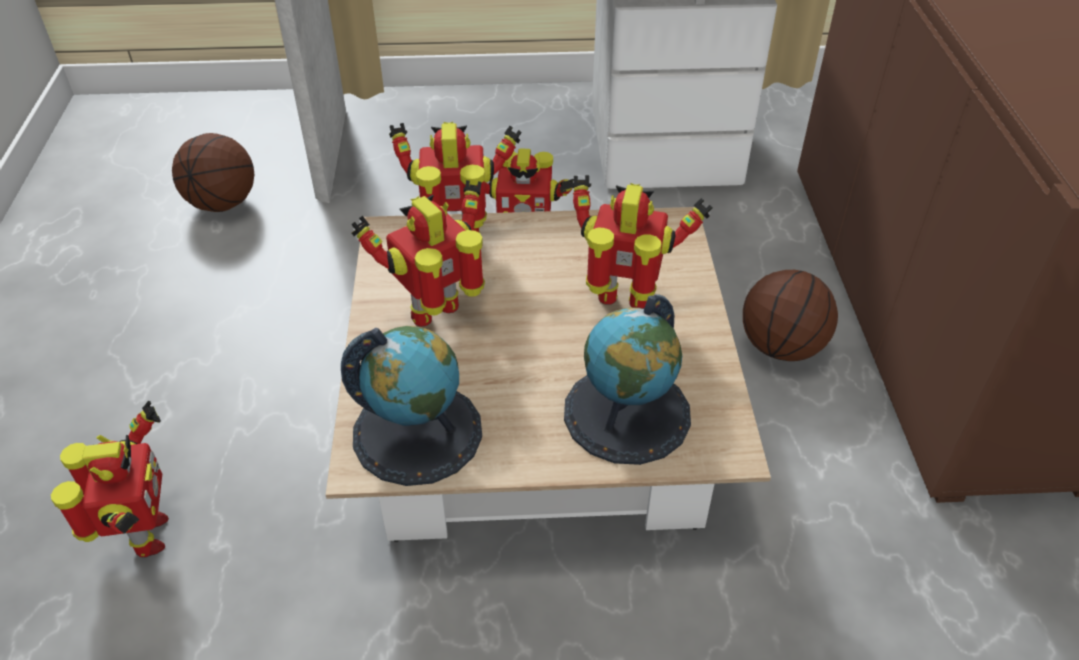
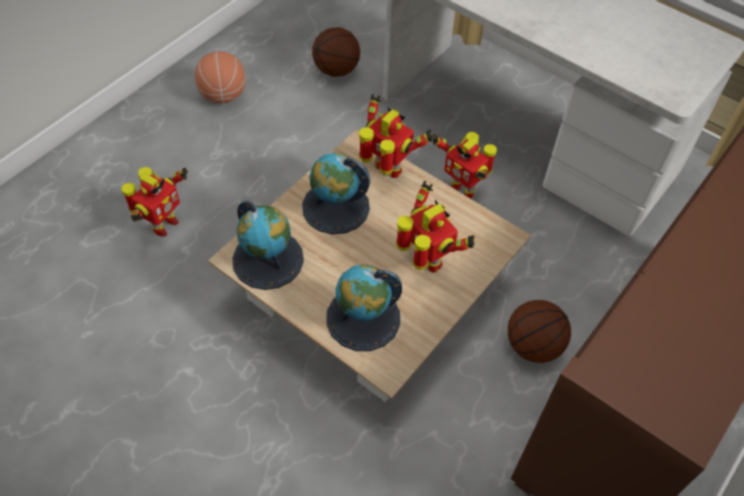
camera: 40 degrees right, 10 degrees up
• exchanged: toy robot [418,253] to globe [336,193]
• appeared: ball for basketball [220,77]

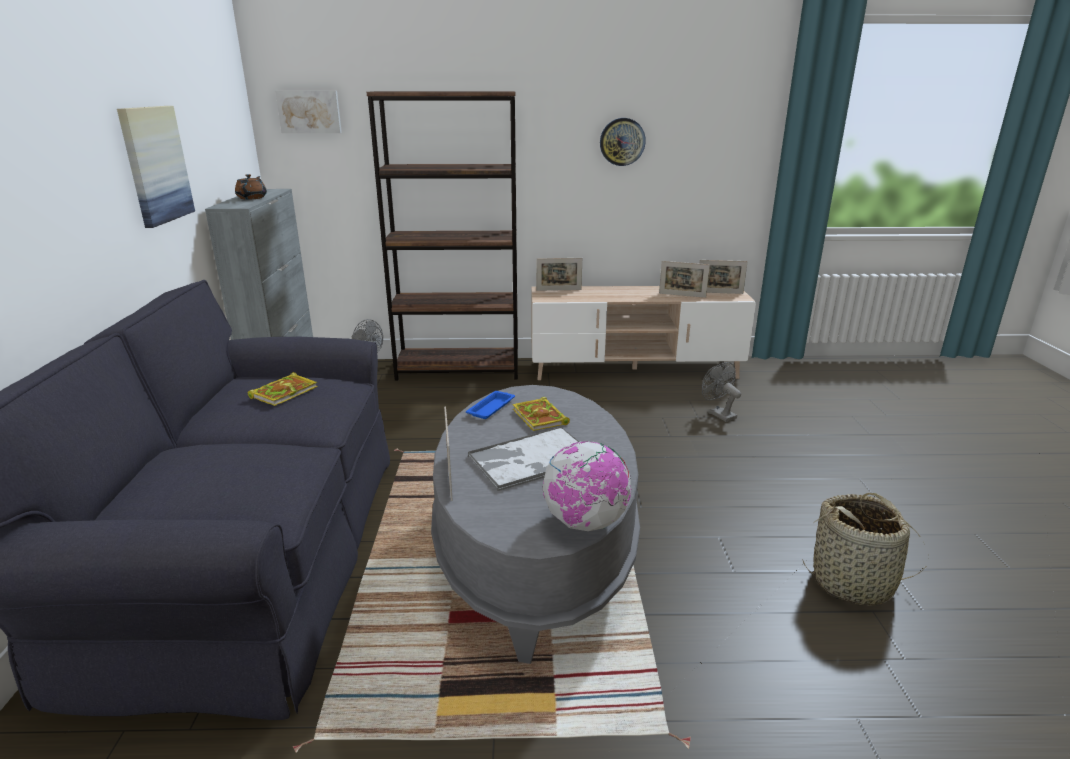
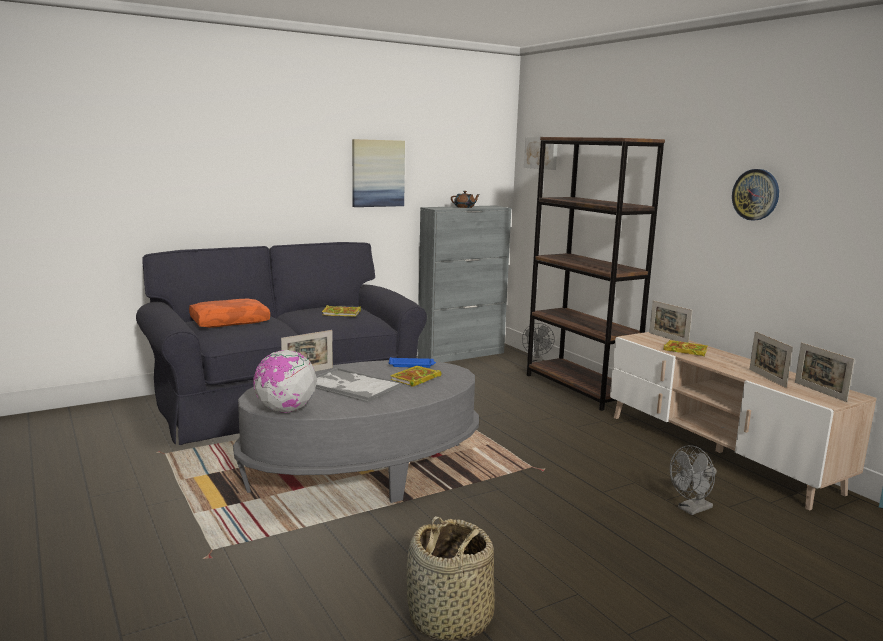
camera: 60 degrees right, 10 degrees down
• spun: gray electric fan [721,392] = [693,480] 150 degrees counterclockwise
• appeared: orange throw pillow [229,313]
• appeared: book [685,348]

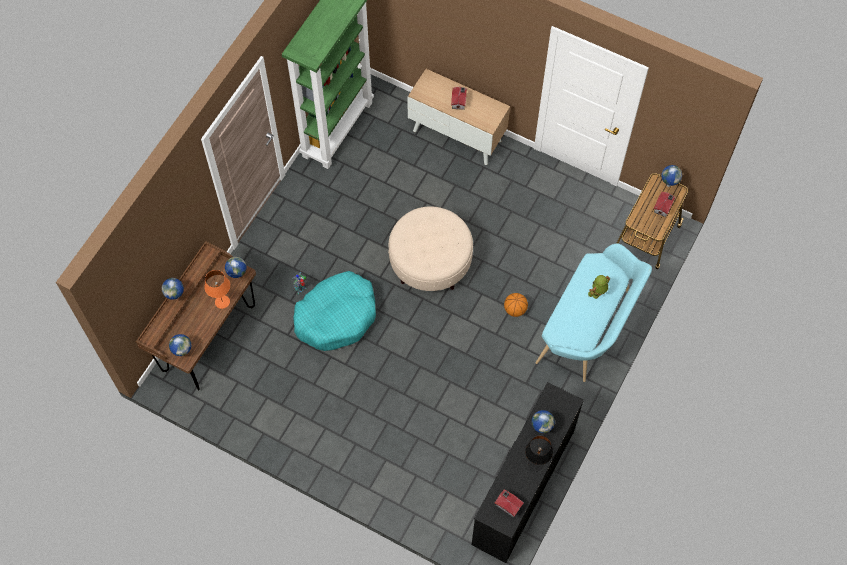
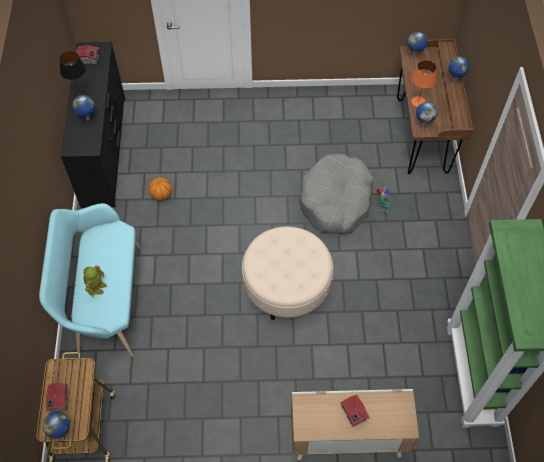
camera: 150 degrees right, 5 degrees down
• colour: turquoise dog bed [334,311] to gray dog bed [336,194]
• relocated: ball for basketball [516,305] to [160,189]

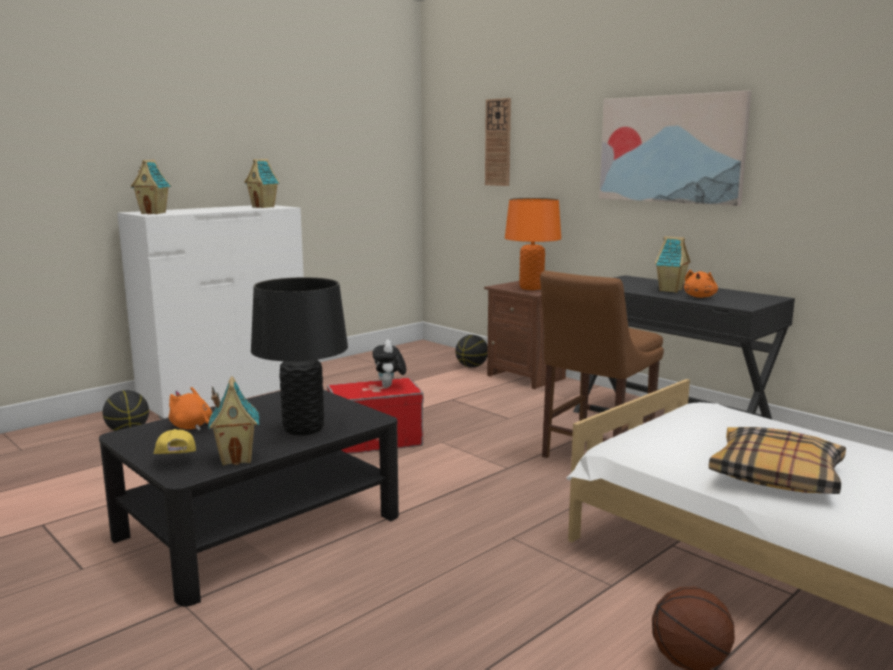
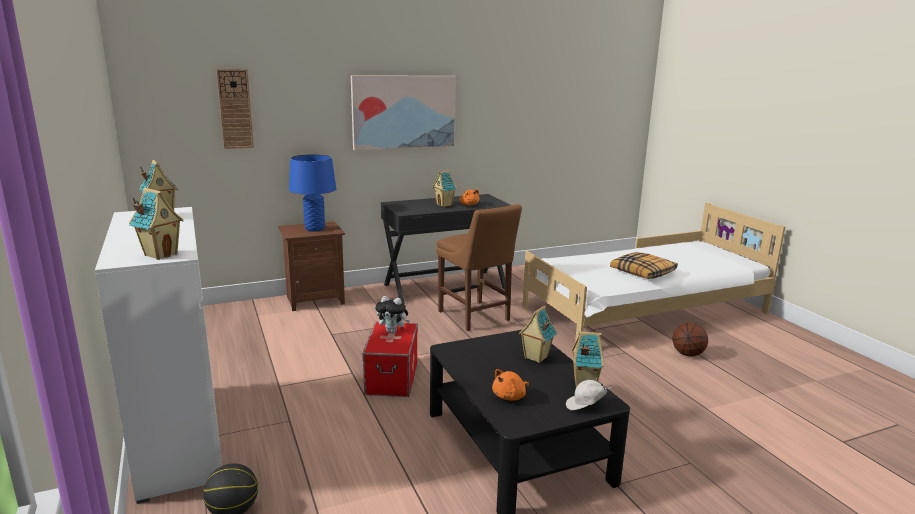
camera: 70 degrees left, 5 degrees up
• colour: orange table lamp [533,244] to bluish table lamp [312,193]
• exchanged: black table lamp [299,356] to model house [538,334]
• missing: ball for basketball [472,351]
• colour: yellow-coloured cap [175,441] to white-coloured cap [589,395]

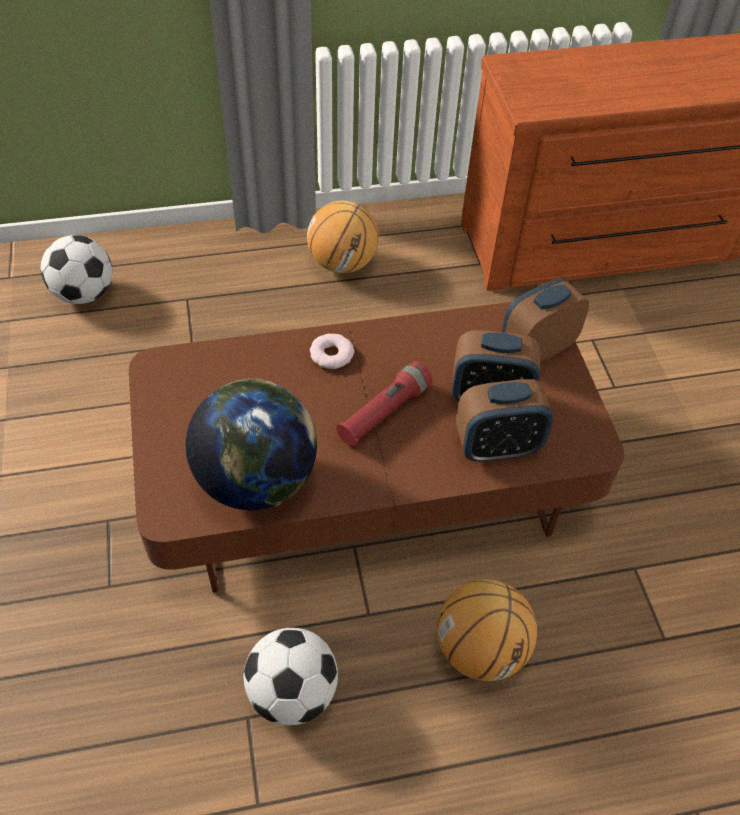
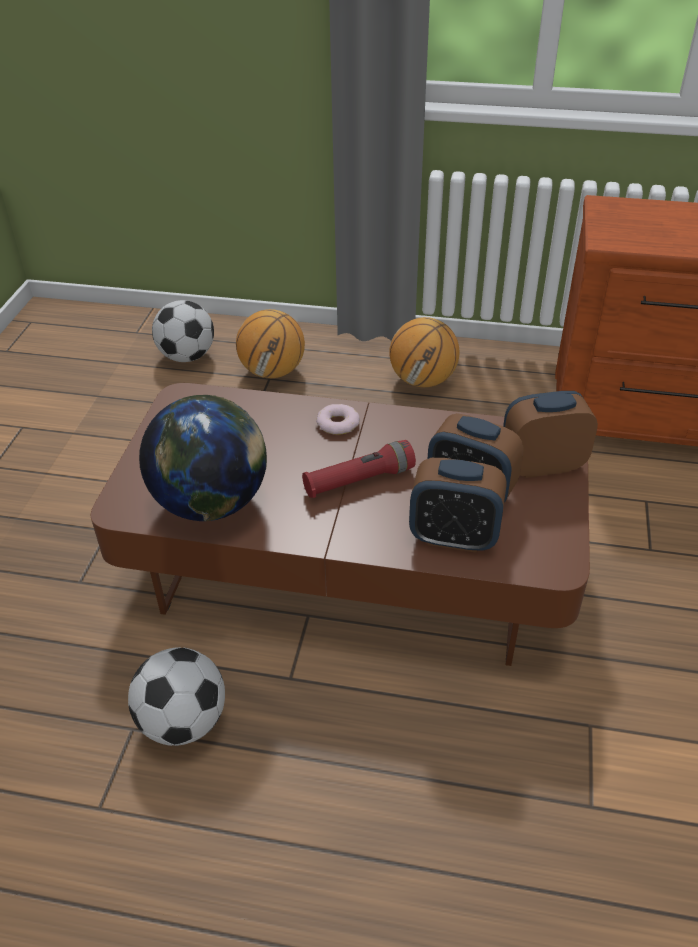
camera: 25 degrees right, 10 degrees down
• relocated: ball for basketball [487,630] to [270,343]

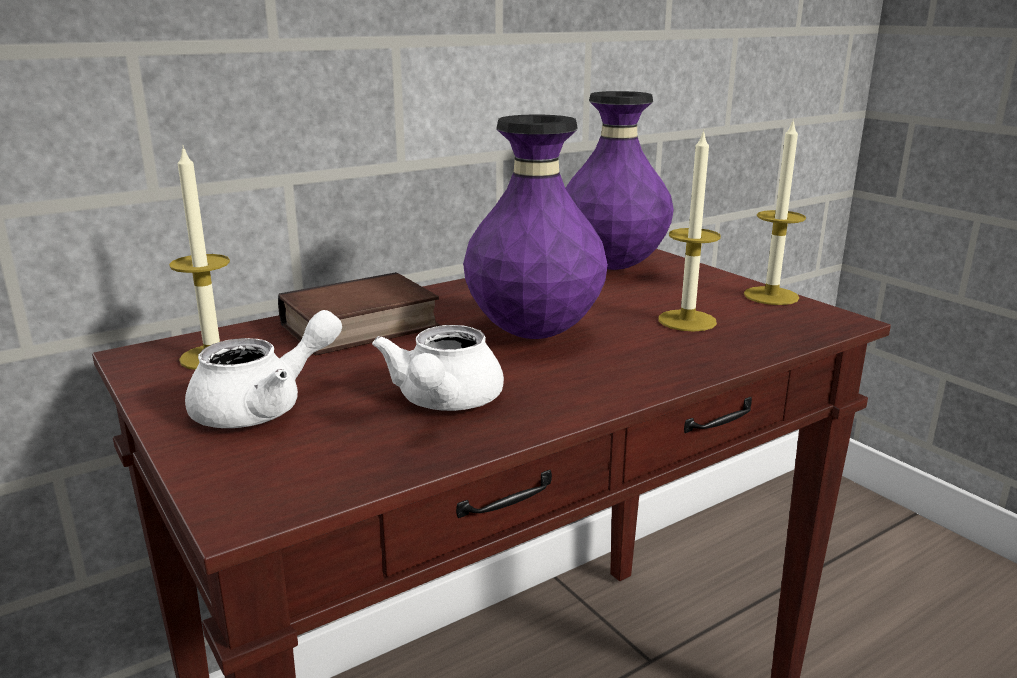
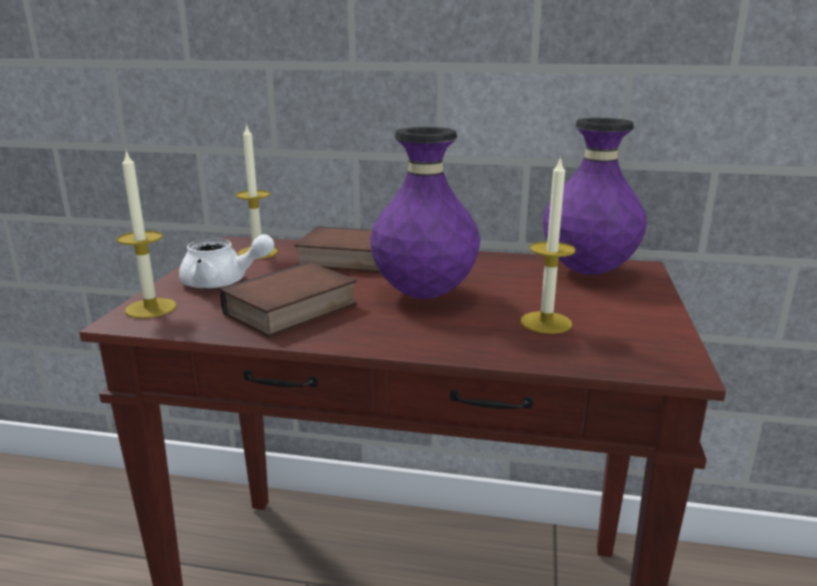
camera: 45 degrees right, 0 degrees up
• relocated: wax candle [775,211] to [146,234]
• exchanged: white-coloured pot for tea [438,368] to book [288,300]

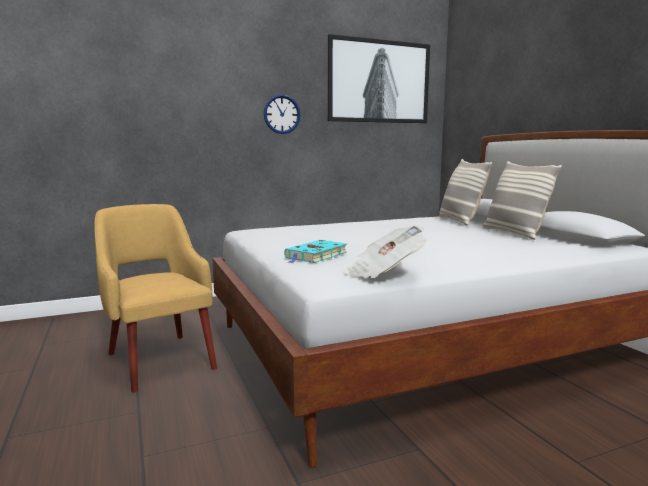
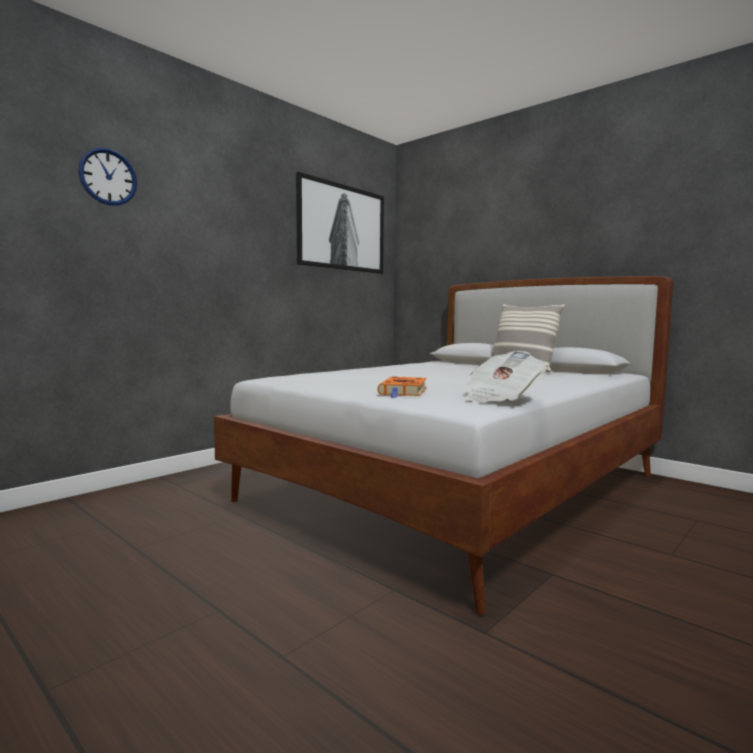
camera: 25 degrees left, 5 degrees down
• relocated: hanging clock [282,114] to [107,177]
• missing: throw pillow [465,192]
• missing: yellow-coloured armchair [155,298]
• colour: turquoise book [315,251] to orange book [402,387]

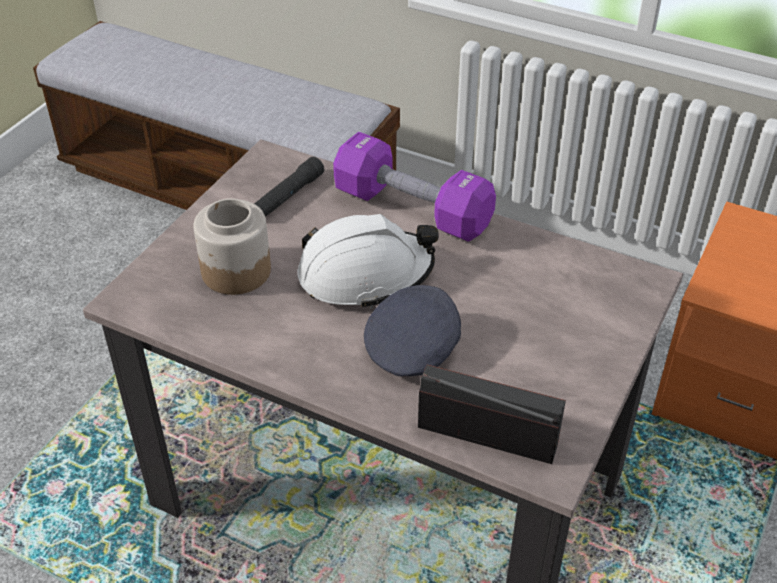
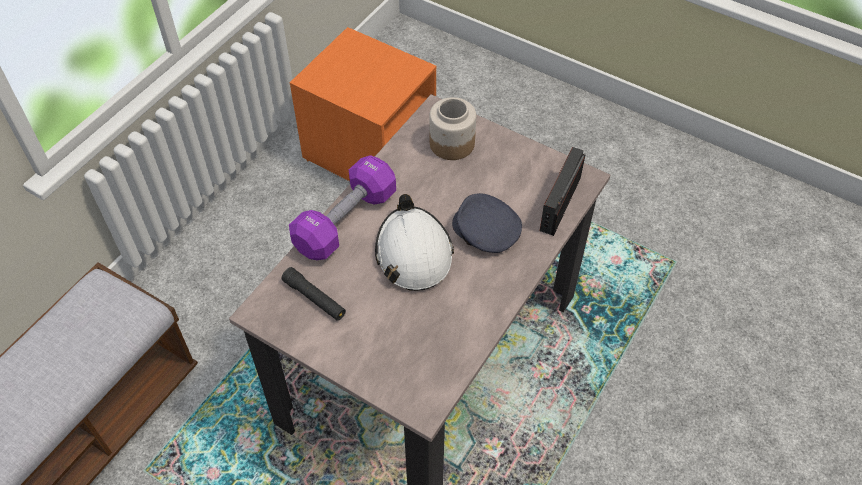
camera: 85 degrees left, 10 degrees up
• relocated: storage jar [232,246] to [452,128]

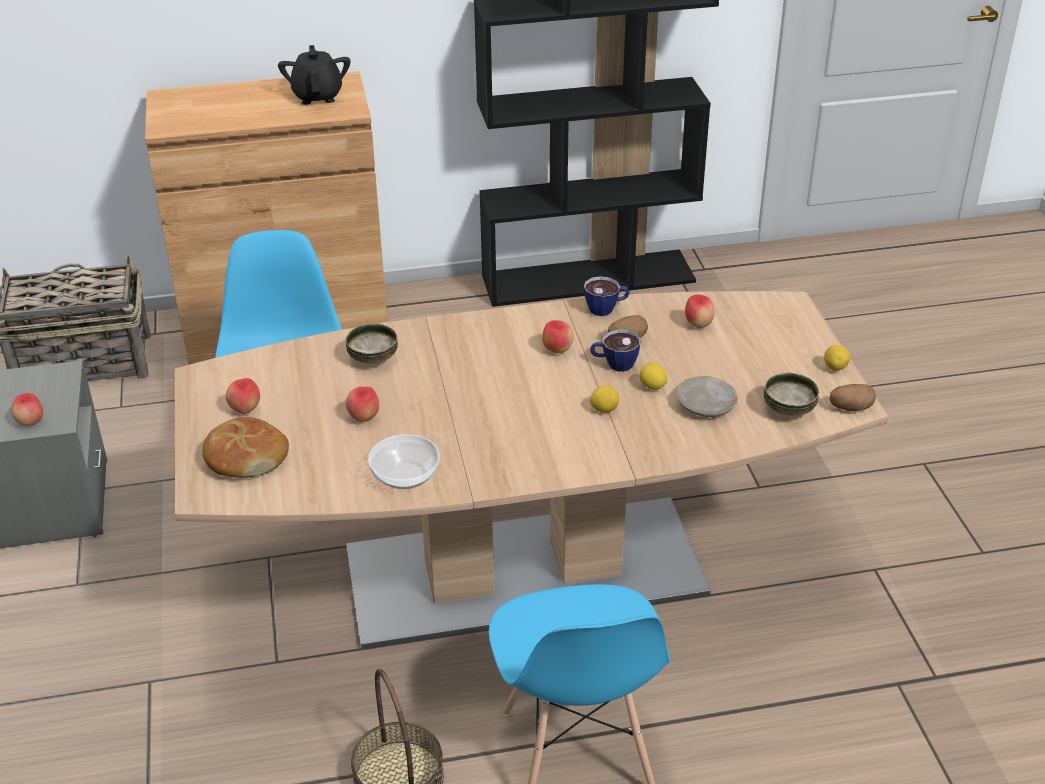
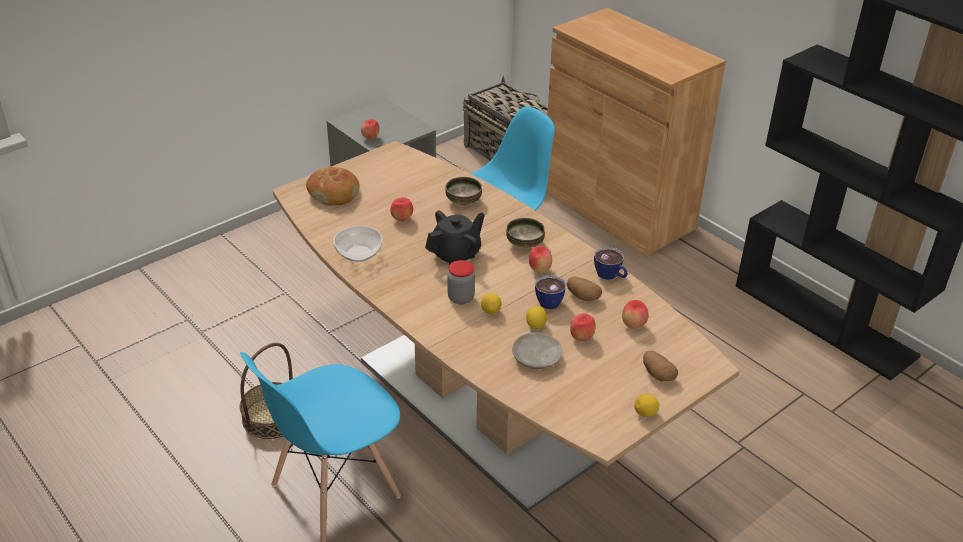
camera: 60 degrees right, 0 degrees up
• relocated: black pot for tea [314,75] to [455,238]
• relocated: serving bowl [791,394] to [525,233]
• relocated: whole apple [243,396] to [582,327]
• relocated: potato [852,397] to [660,365]
• appeared: storage jar [461,282]

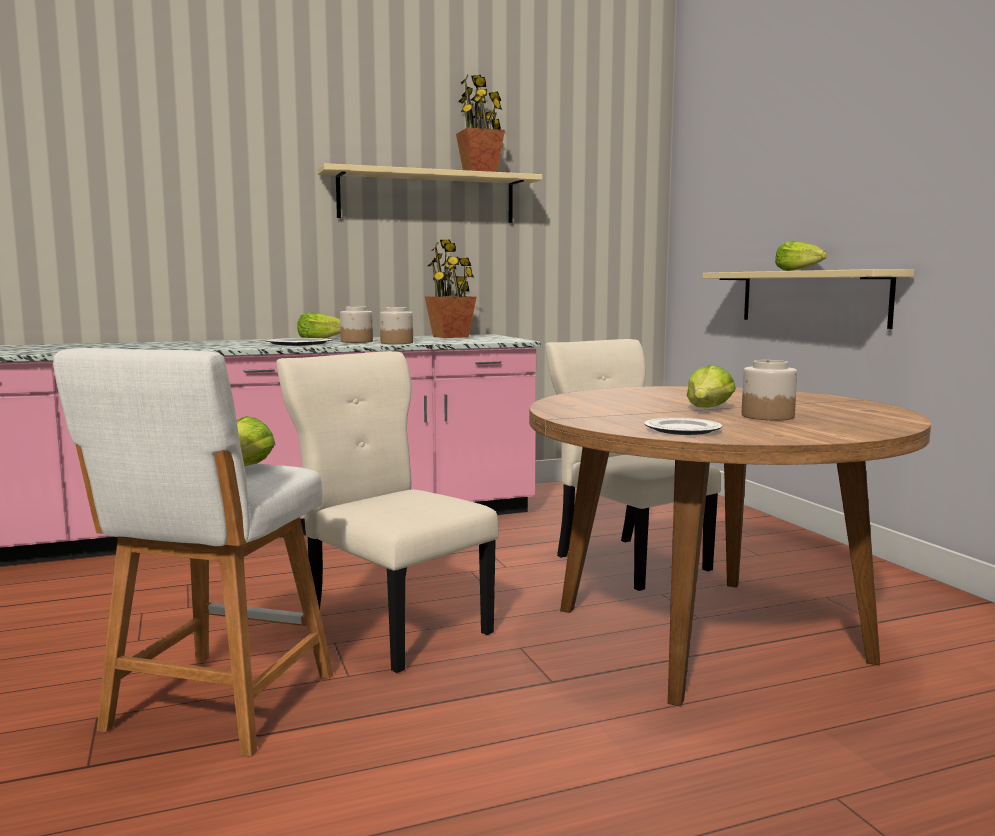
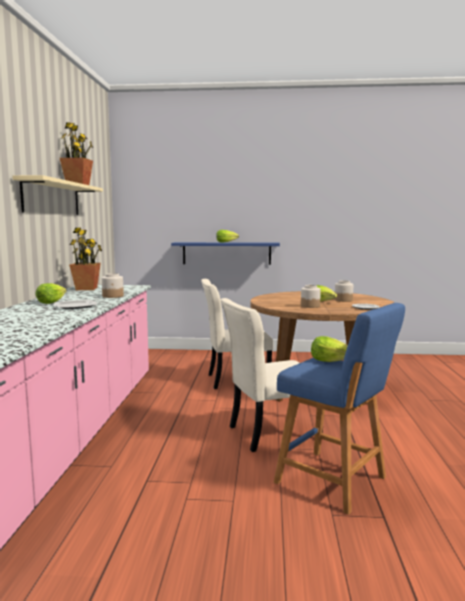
camera: 65 degrees left, 0 degrees up
• colour: beige bracket shelf [808,299] to bluish bracket shelf [225,253]
• relocated: storage jar [356,324] to [311,296]
• colour: white-coloured stool seat [193,552] to bluish stool seat [339,409]

